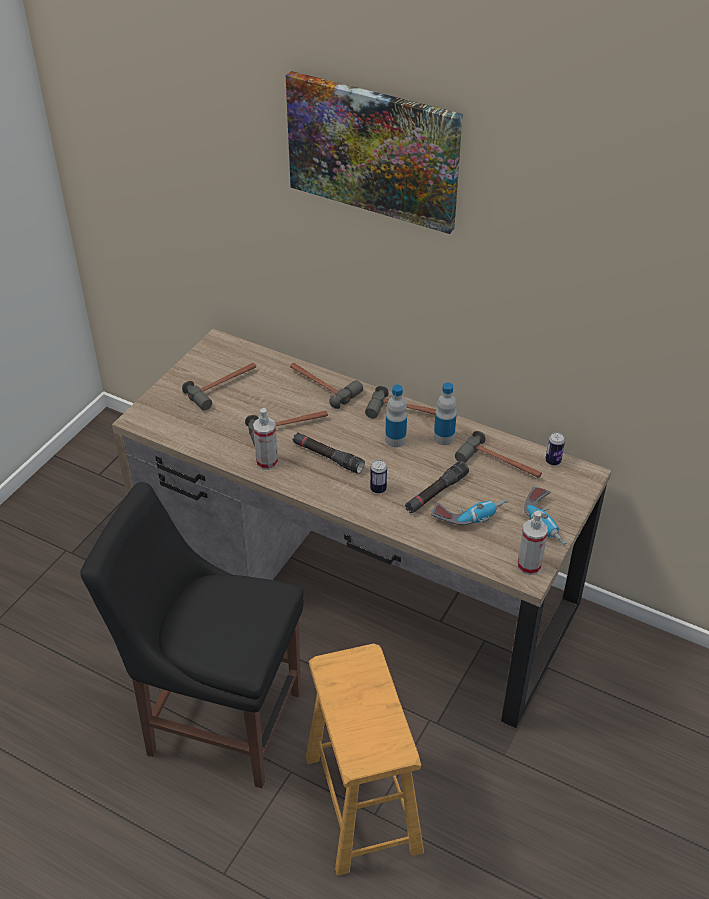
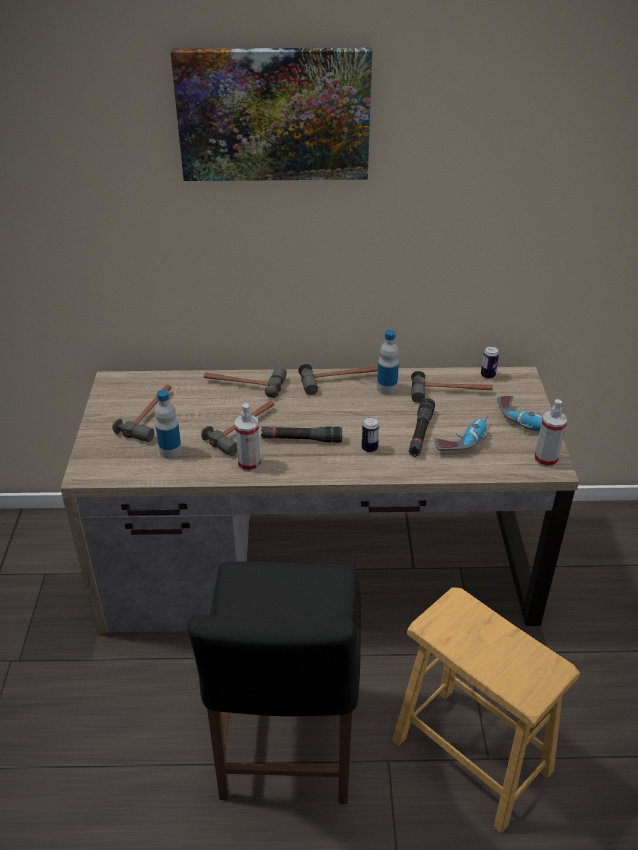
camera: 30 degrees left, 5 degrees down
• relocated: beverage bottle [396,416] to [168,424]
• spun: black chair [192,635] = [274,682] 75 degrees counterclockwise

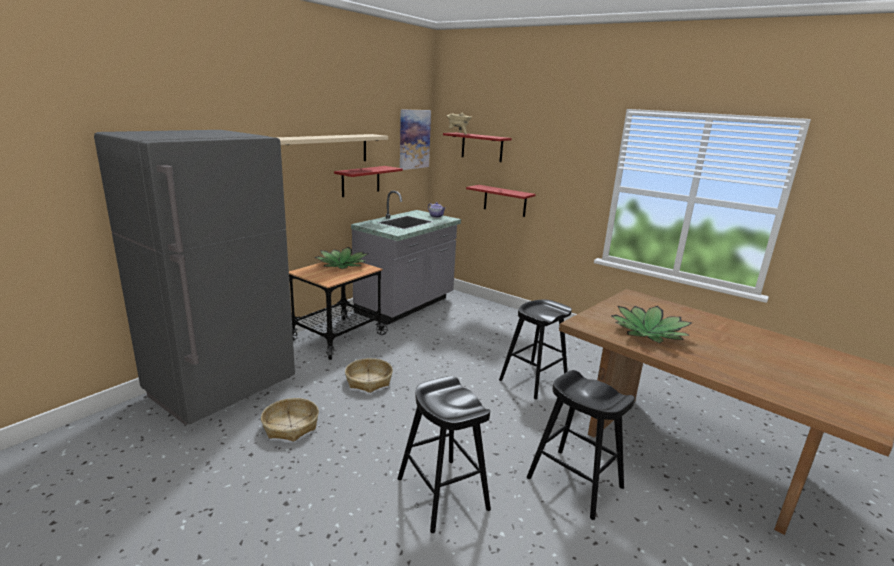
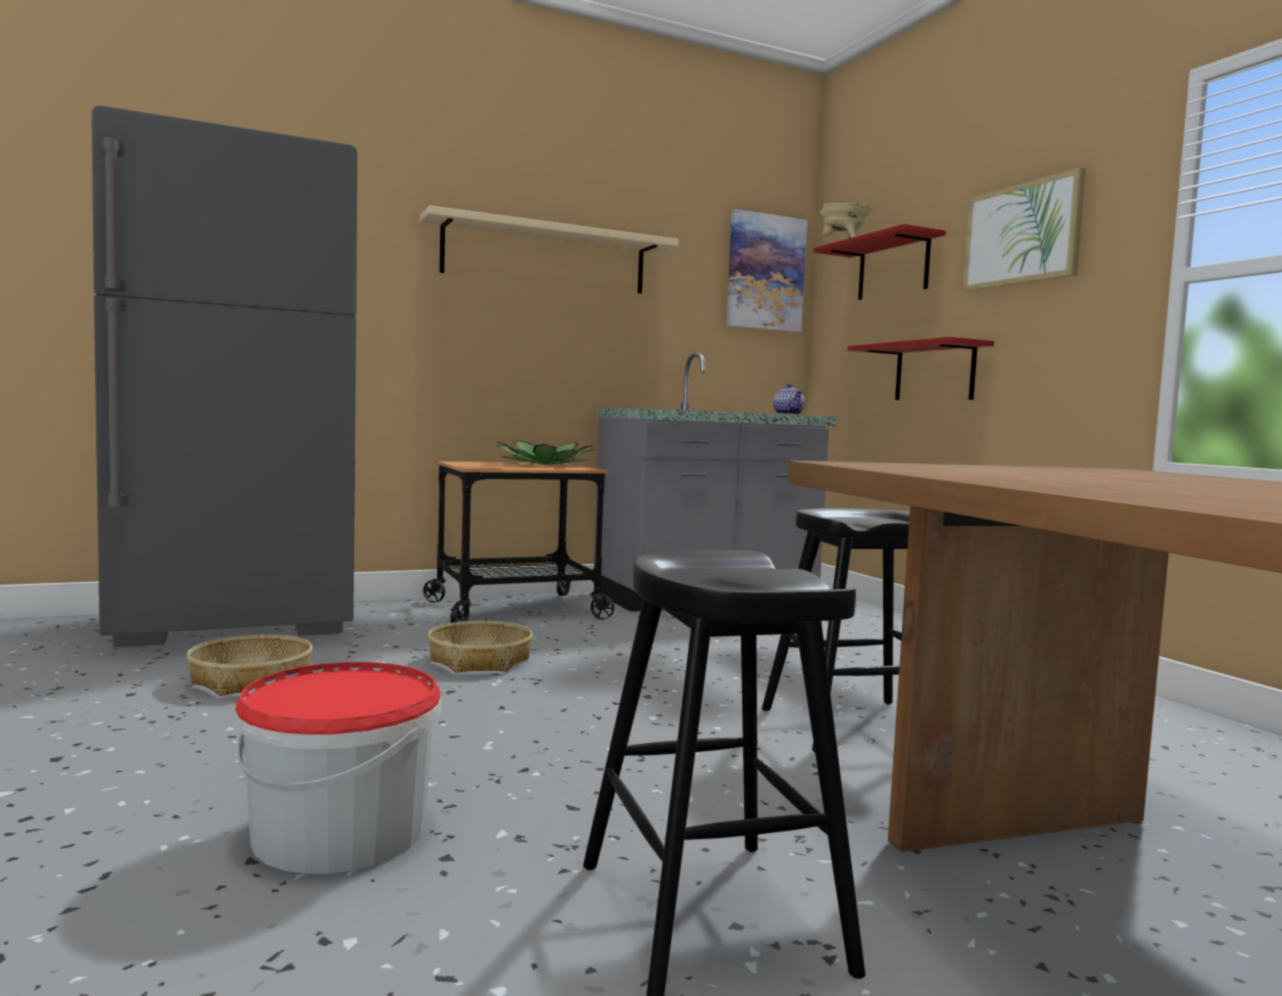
camera: 30 degrees right, 15 degrees down
• missing: reddish bracket shelf [368,181]
• missing: potted plant [652,324]
• exchanged: black stool seat [444,454] to water bucket [338,768]
• appeared: picture [1024,230]

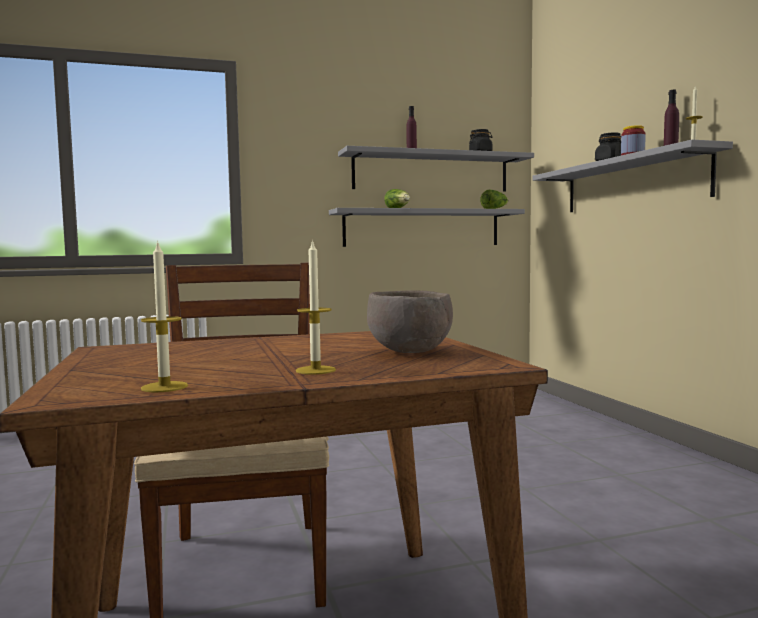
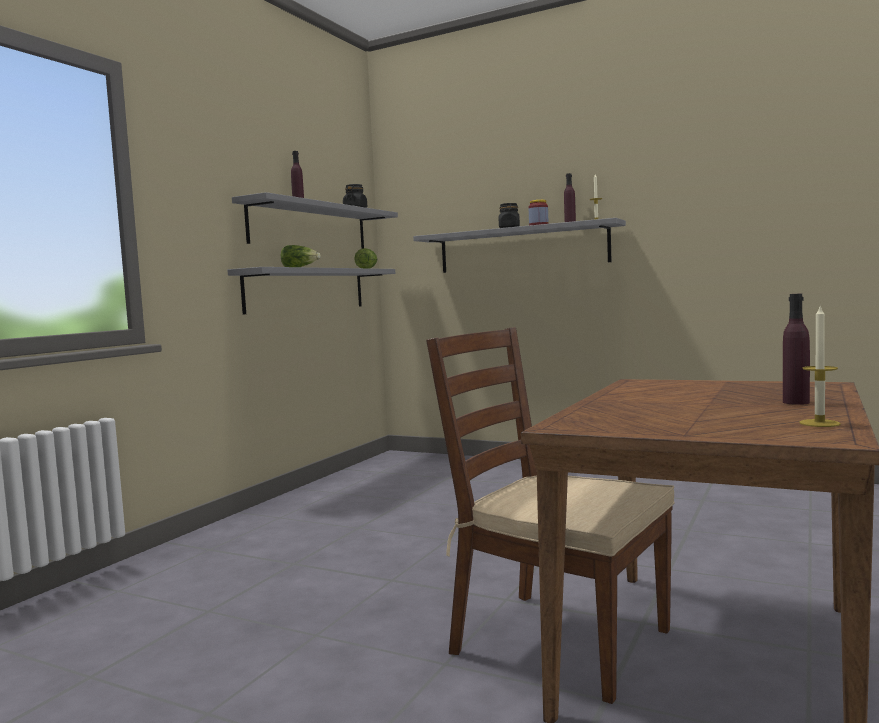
camera: 45 degrees left, 0 degrees up
• exchanged: wax candle [316,307] to purple-coloured beverage bottle [796,349]
• missing: brown serving bowl [410,321]

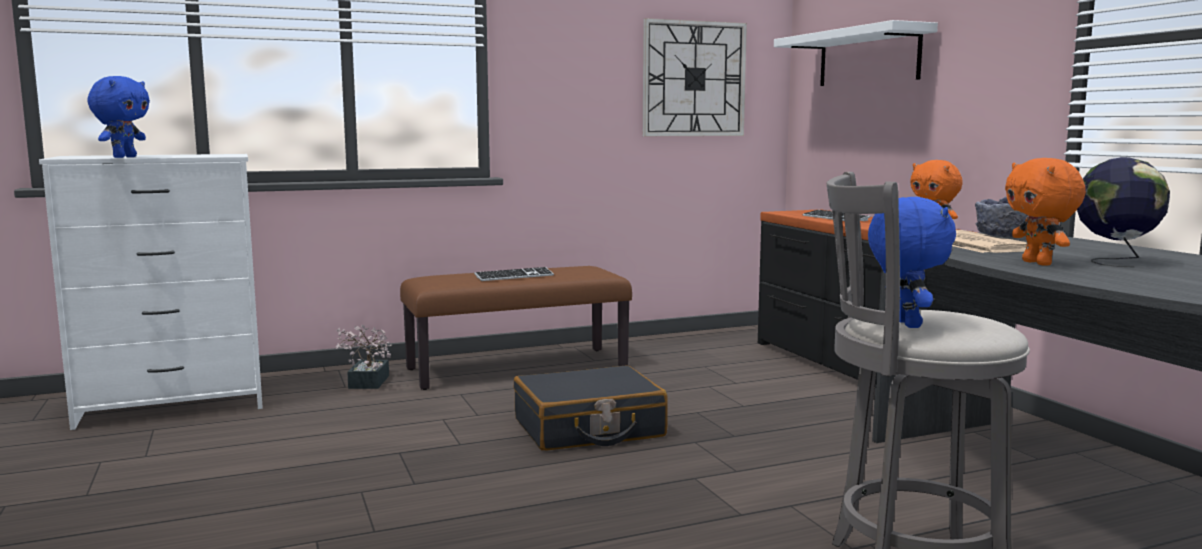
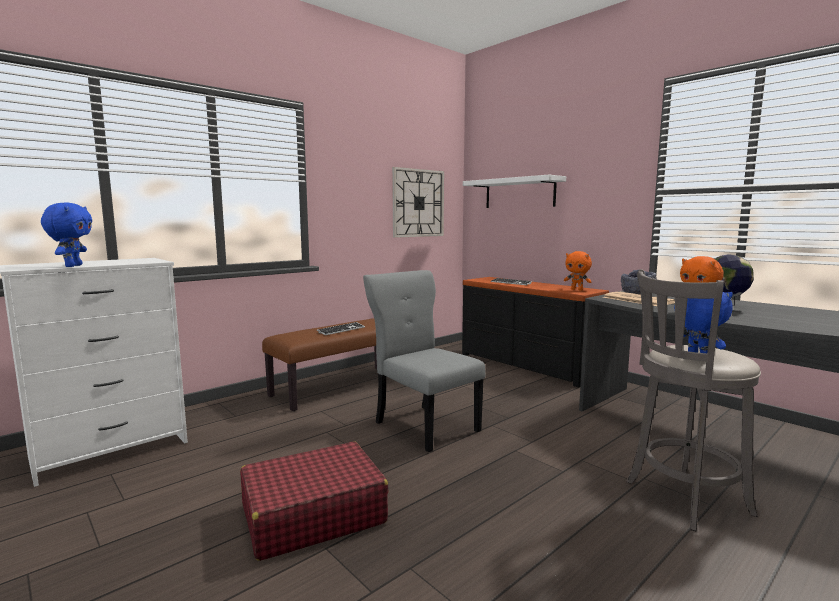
camera: 20 degrees left, 0 degrees up
• missing: potted plant [363,357]
• exchanged: black travel case [591,408] to gray chair [424,361]
• appeared: reddish travel case [314,501]

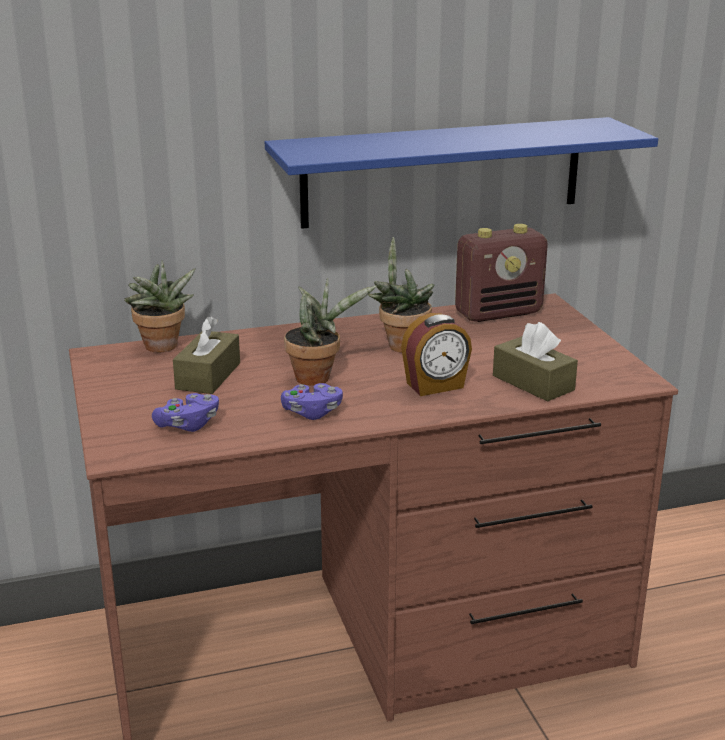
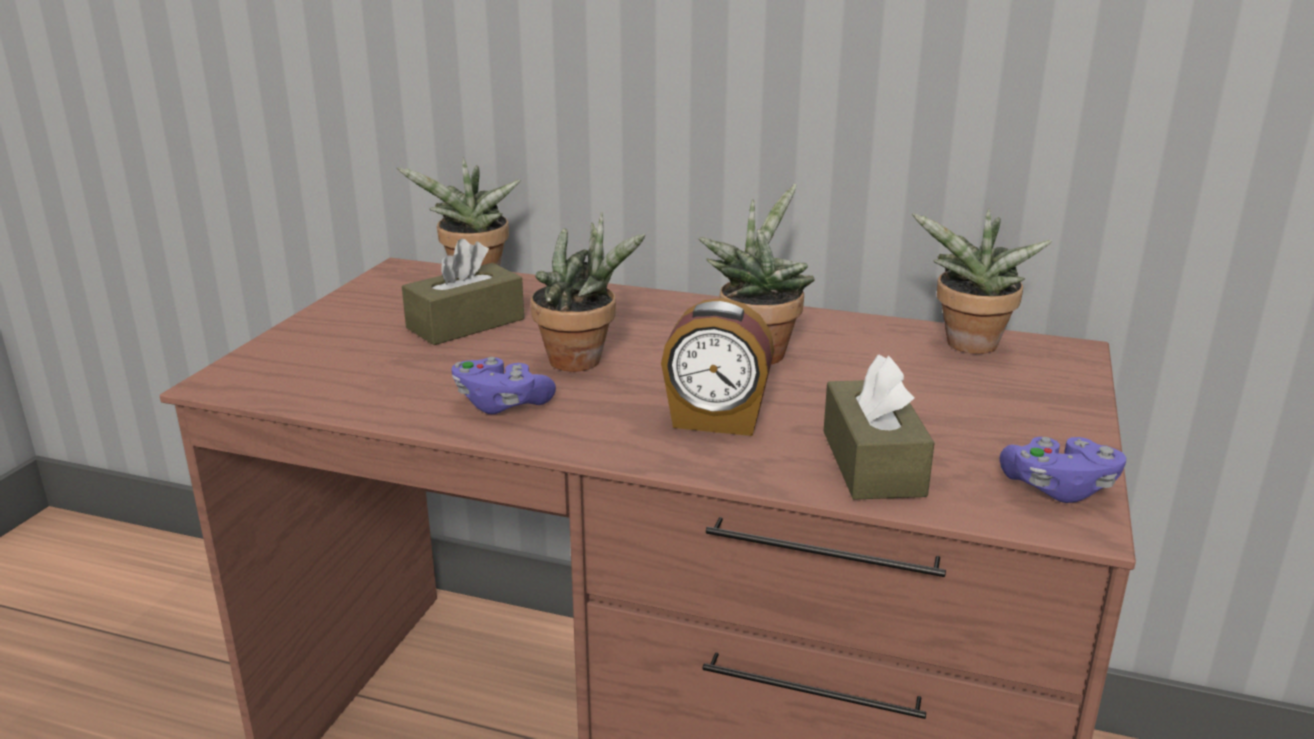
camera: 35 degrees right, 0 degrees up
• missing: bluish bracket shelf [461,173]
• exchanged: radio receiver [501,273] to potted plant [982,281]
• relocated: purple-coloured gamepad [185,412] to [1063,470]

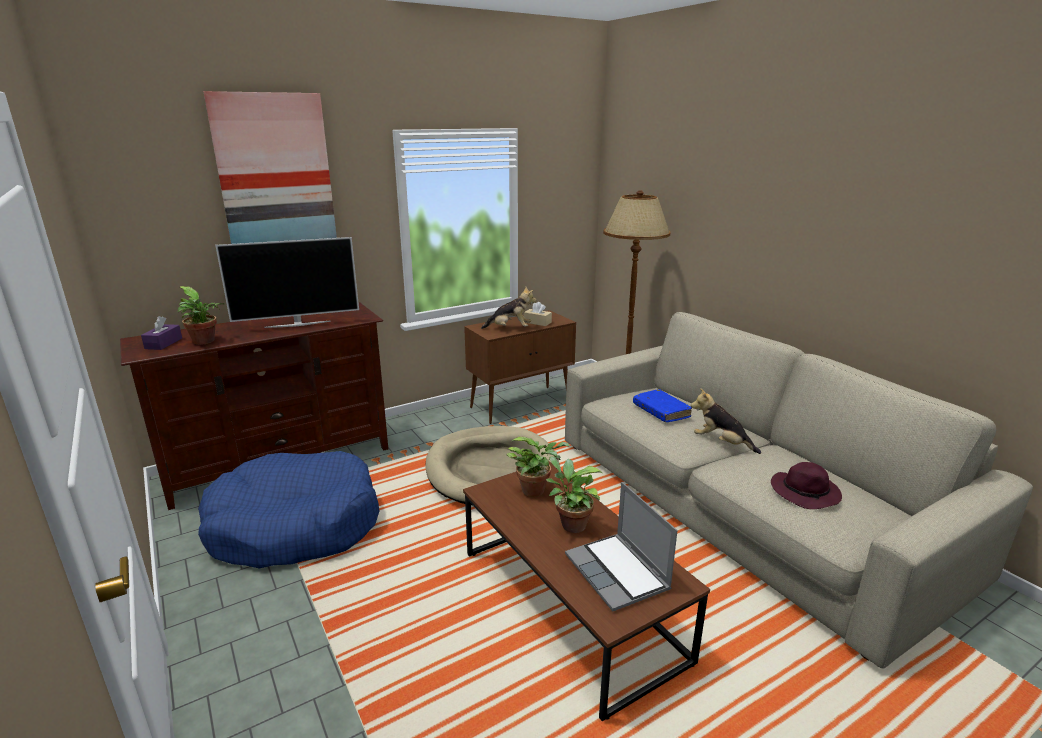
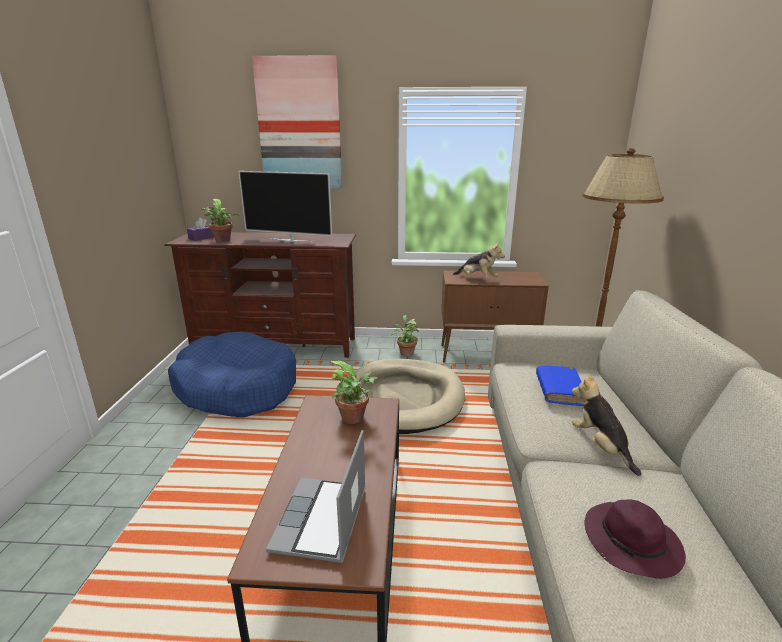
camera: 35 degrees right, 0 degrees up
• missing: beige box of tissues [538,314]
• relocated: potted plant [574,494] to [404,335]

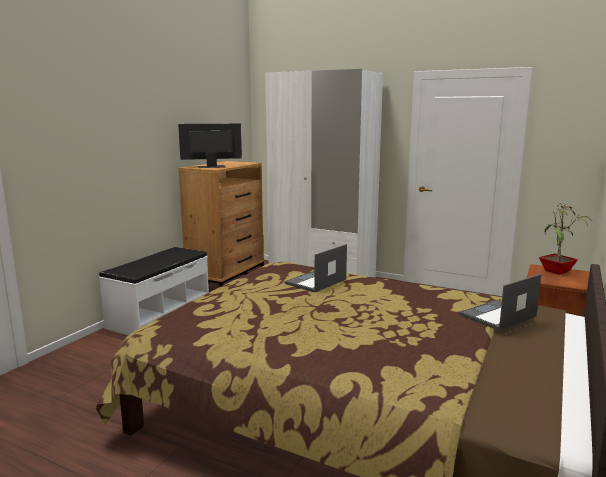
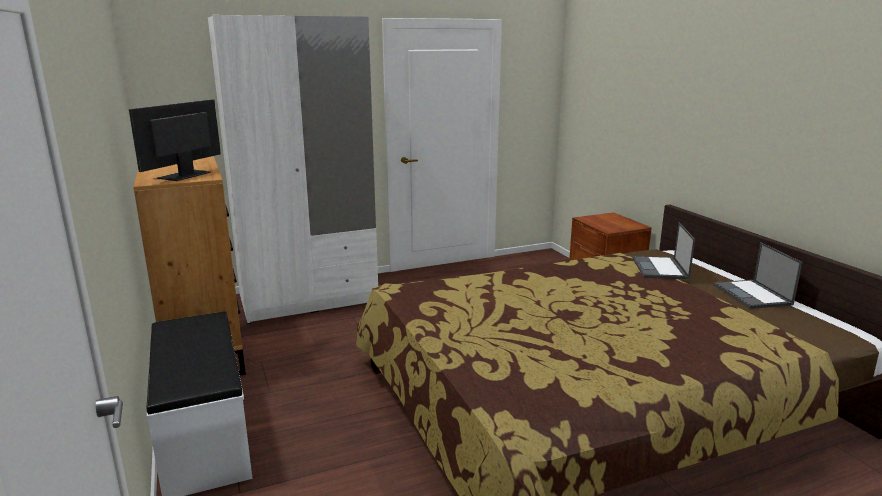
camera: 50 degrees left, 5 degrees up
• missing: potted plant [565,239]
• relocated: notebook computer [315,268] to [757,275]

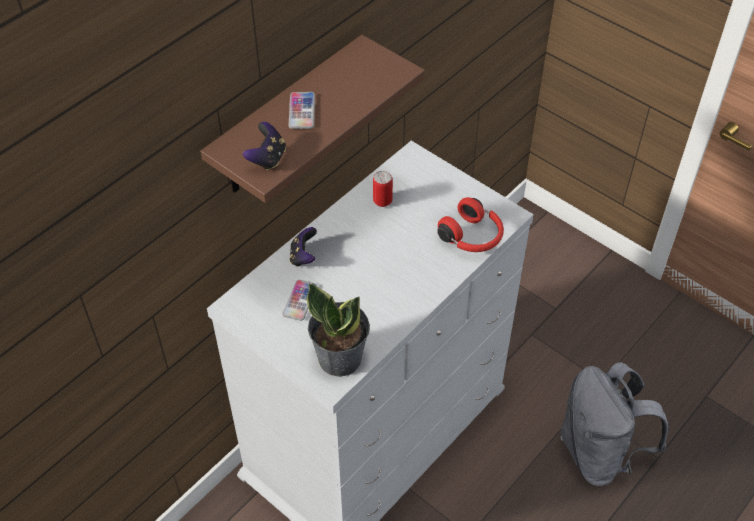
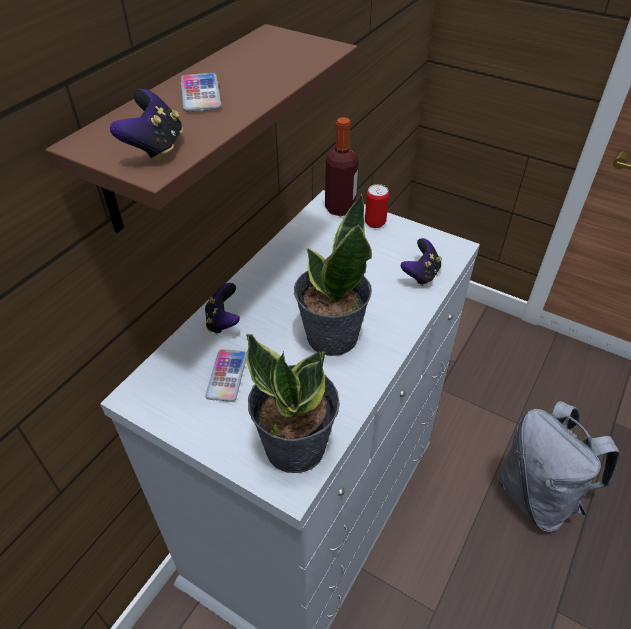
camera: 10 degrees left, 5 degrees down
• relocated: can [383,189] to [377,206]
• exchanged: reddish pair of headphones [470,224] to gamepad [421,262]
• appeared: beverage bottle [341,166]
• appeared: potted plant [333,274]

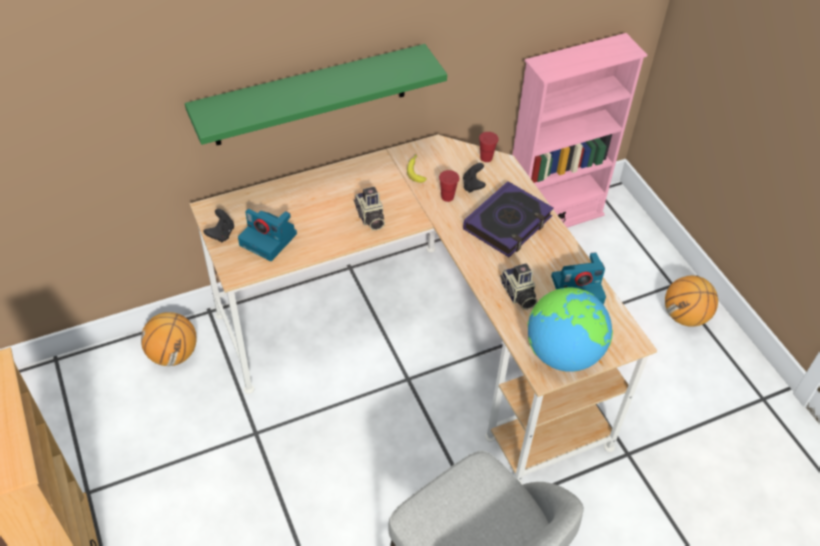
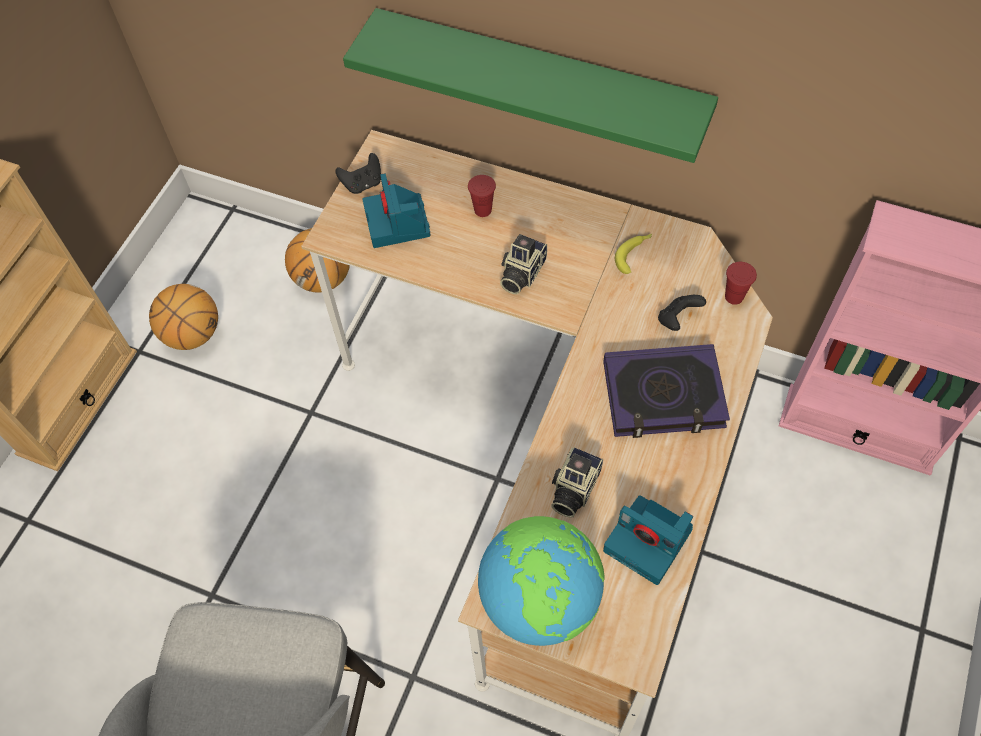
camera: 50 degrees right, 10 degrees up
• relocated: reddish drinking cup [449,186] to [482,196]
• relocated: ball for basketball [691,301] to [183,317]

